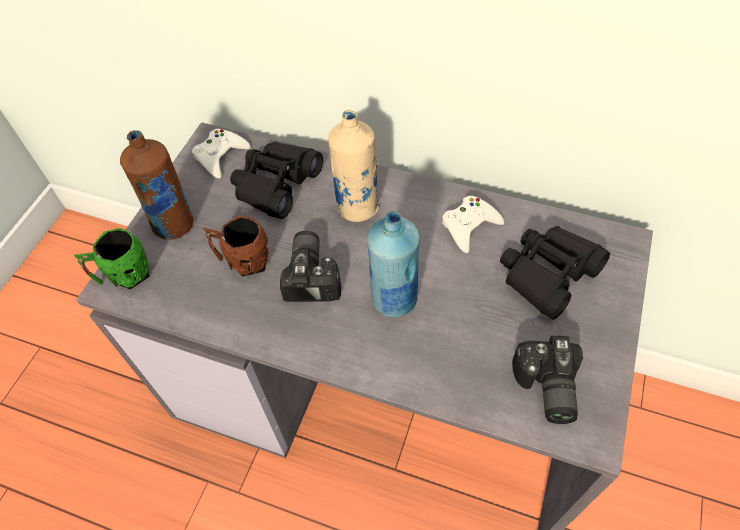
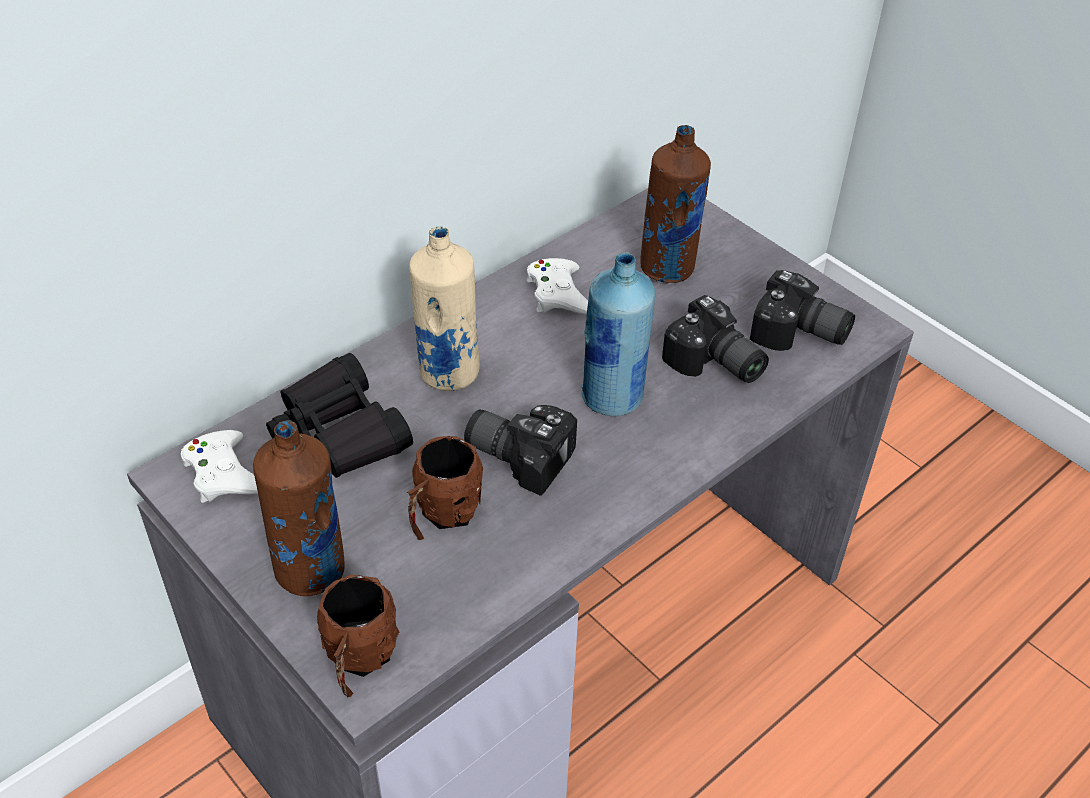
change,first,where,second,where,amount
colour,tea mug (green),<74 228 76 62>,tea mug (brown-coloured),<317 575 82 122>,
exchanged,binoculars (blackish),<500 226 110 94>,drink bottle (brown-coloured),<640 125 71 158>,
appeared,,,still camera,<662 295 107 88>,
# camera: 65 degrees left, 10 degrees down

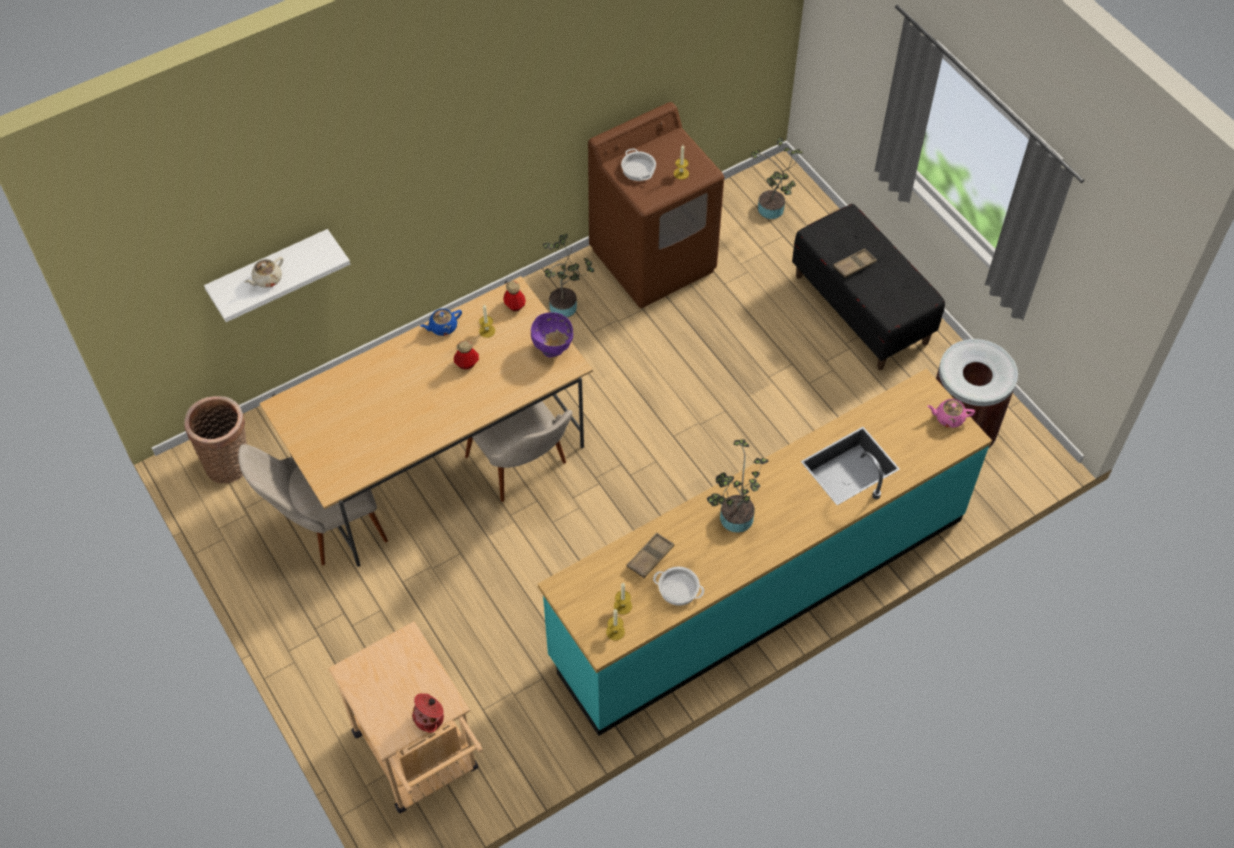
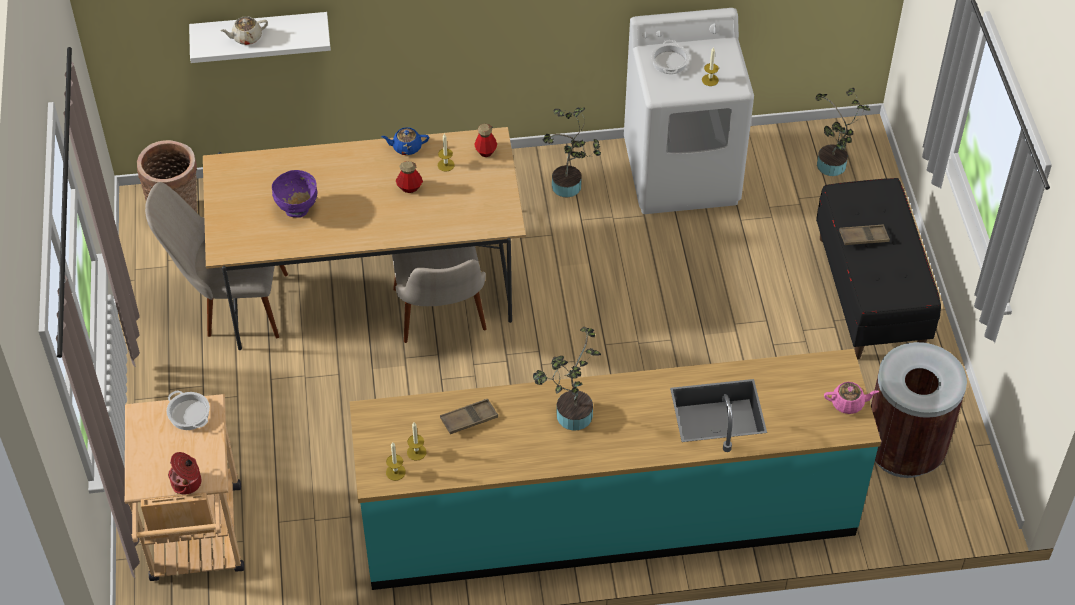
change,first,where,second,where,amount
relocated,bowl (purple-coloured),<531 312 43 45>,,<272 170 46 48>,
colour,washing machine (brown-coloured),<588 102 136 206>,washing machine (whitish),<624 8 130 206>,
relocated,stockpot,<653 567 51 39>,,<167 390 43 40>,
spun,teapot (pinkish),<927 399 48 29>,,<824 382 55 32>,150 degrees clockwise
# camera: 25 degrees right, 5 degrees down

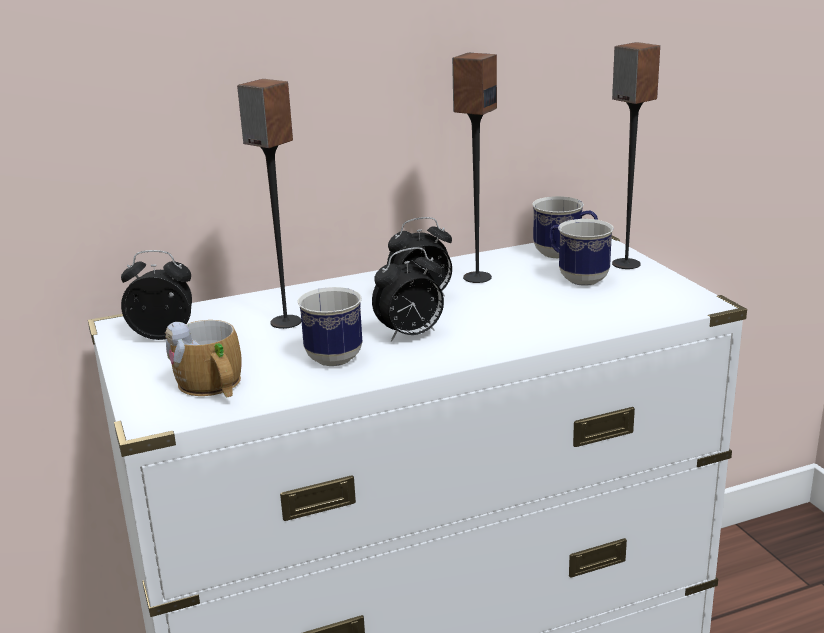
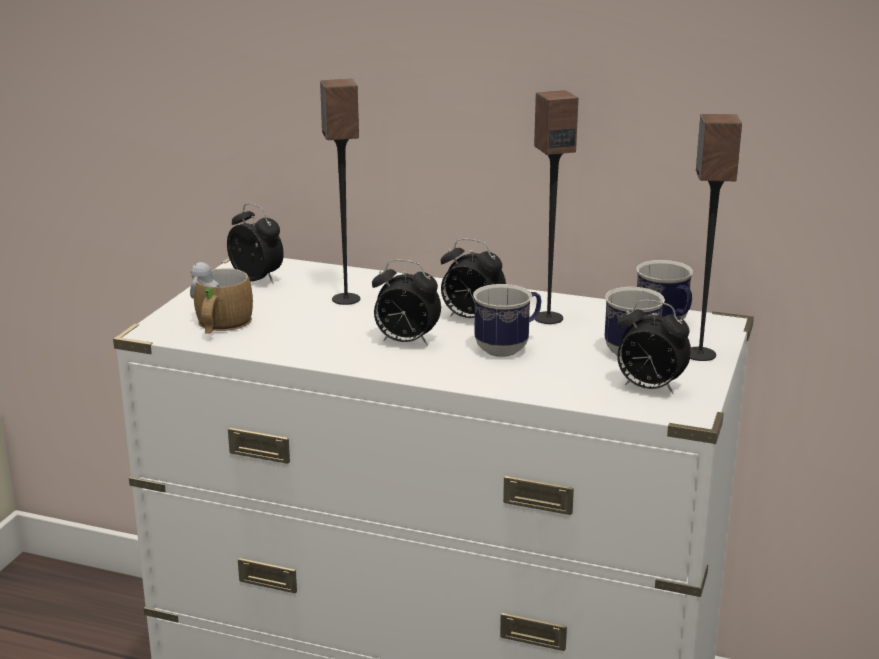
change,first,where,second,where,amount
relocated,tea mug,<298 287 64 79>,,<473 284 68 73>,
appeared,,,bedside clock,<617 300 74 94>,
# camera: 40 degrees right, 0 degrees up

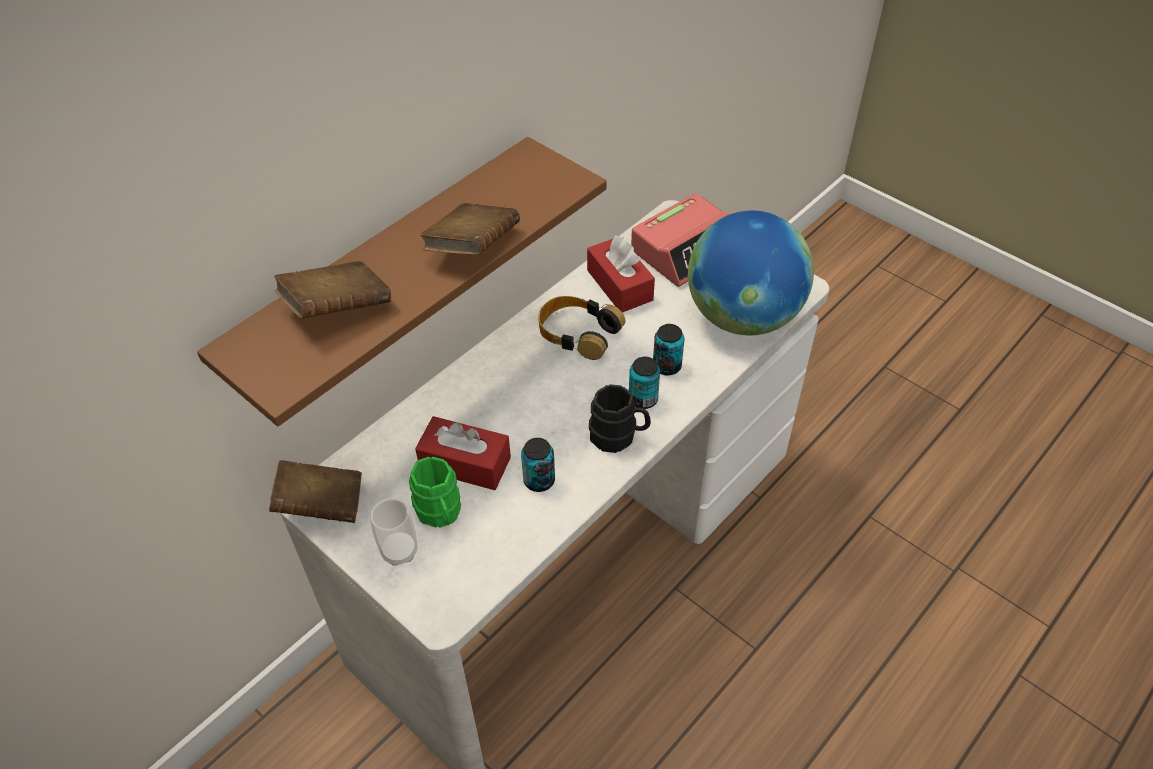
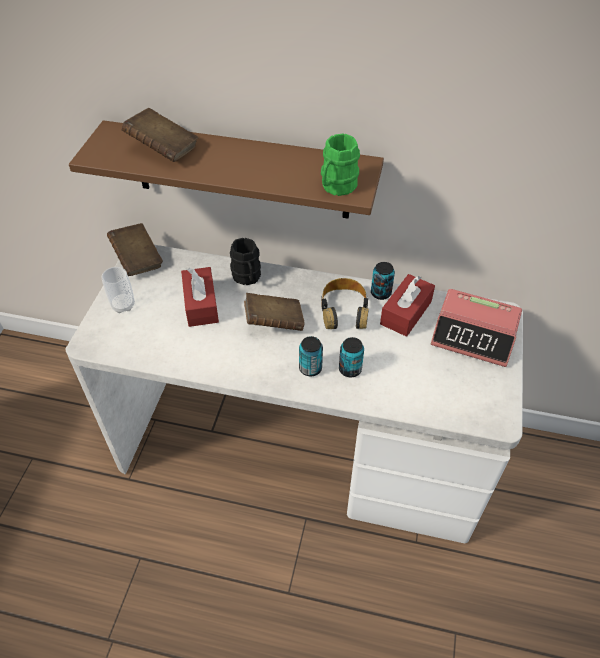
change,first,where,second,where,amount
relocated,tea mug (green),<409 457 52 70>,,<321 133 39 63>,
relocated,volume (brown-coloured),<420 203 100 52>,,<244 293 61 38>,
relocated,metal can,<521 438 34 54>,,<371 262 24 38>,
relocated,tea mug (blackish),<589 384 62 69>,,<230 238 31 47>,
missing,desk globe,<688 211 126 125>,,,
# camera: 60 degrees right, 0 degrees up

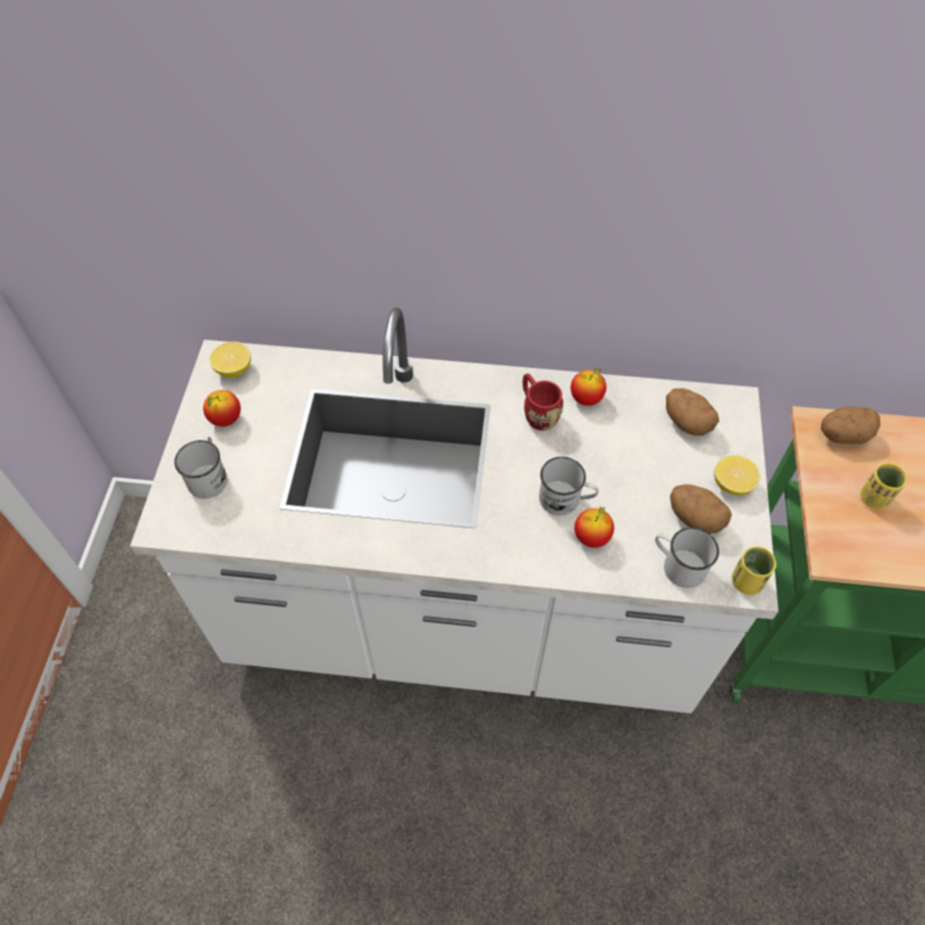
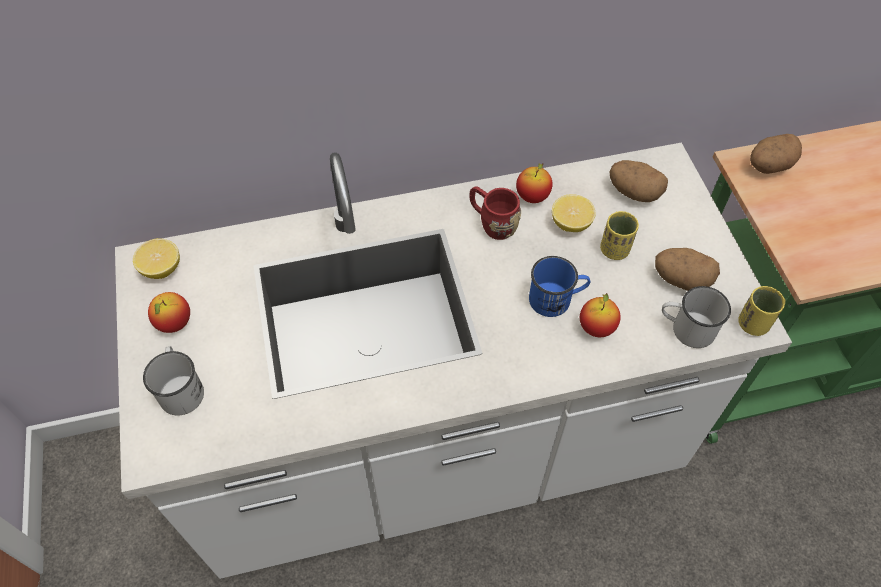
change,first,where,second,where,amount
colour,tea mug (whitish),<539 457 60 59>,tea mug (blue),<529 256 61 61>,
relocated,citrus fruit,<714 455 46 41>,,<552 194 43 38>,
relocated,cup (yellowish),<860 463 47 46>,,<600 211 39 49>,
# camera: 20 degrees left, 0 degrees up

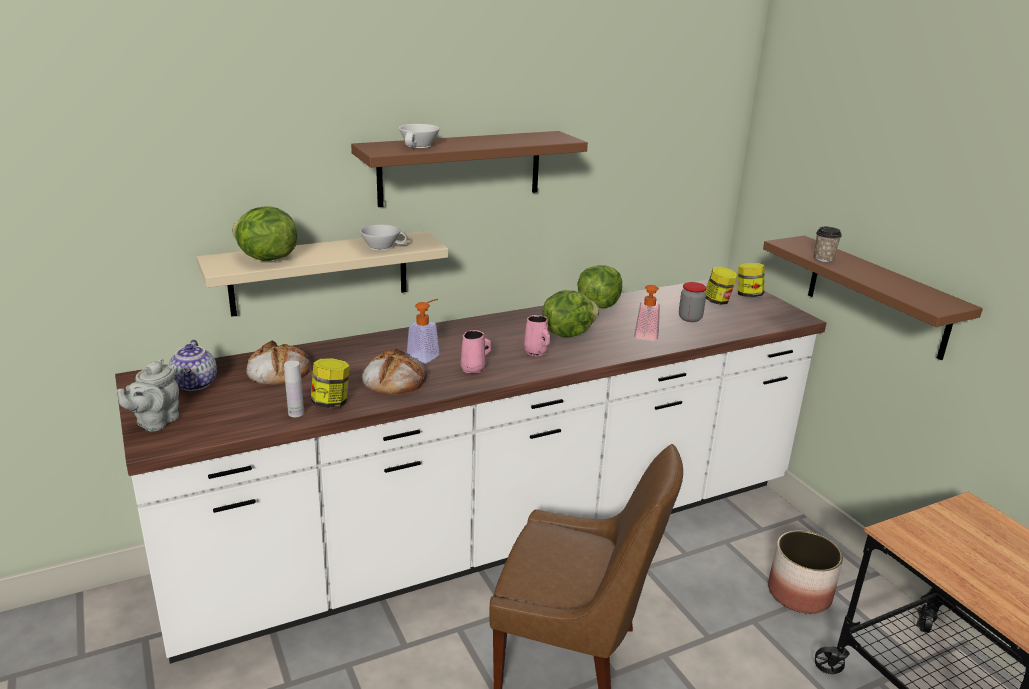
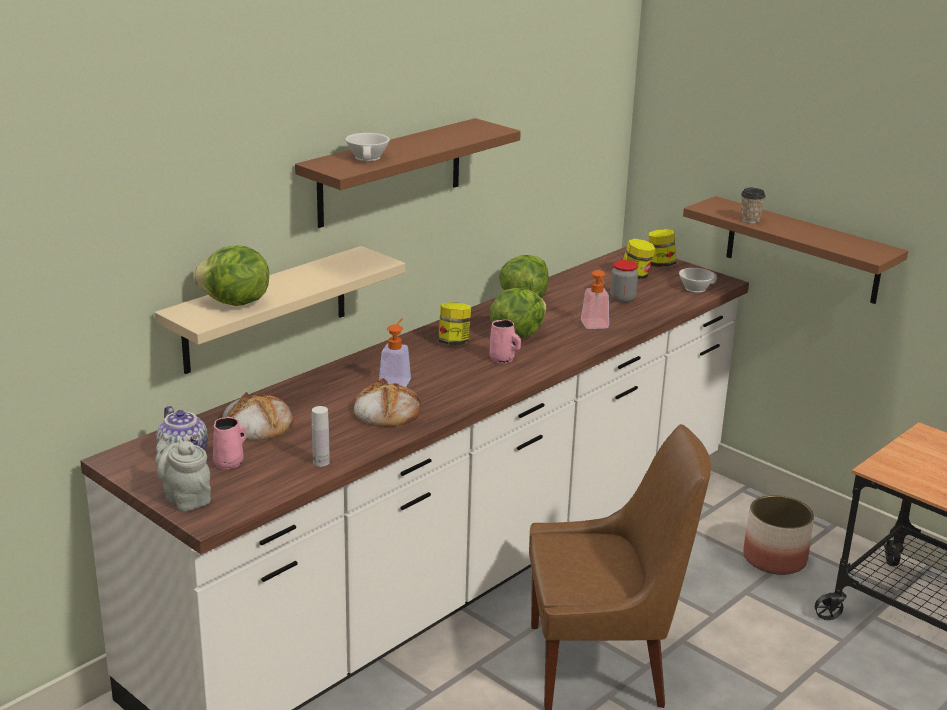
change,first,where,second,where,amount
spun,teapot (gray),<117 359 62 73>,,<155 434 56 77>,135 degrees clockwise
relocated,preserve jar,<311 358 39 50>,,<438 302 33 43>,
relocated,cup (whitish),<360 224 47 26>,,<679 268 38 25>,
relocated,tea mug (pinkish),<461 330 30 43>,,<213 417 33 53>,
# camera: 20 degrees left, 0 degrees up

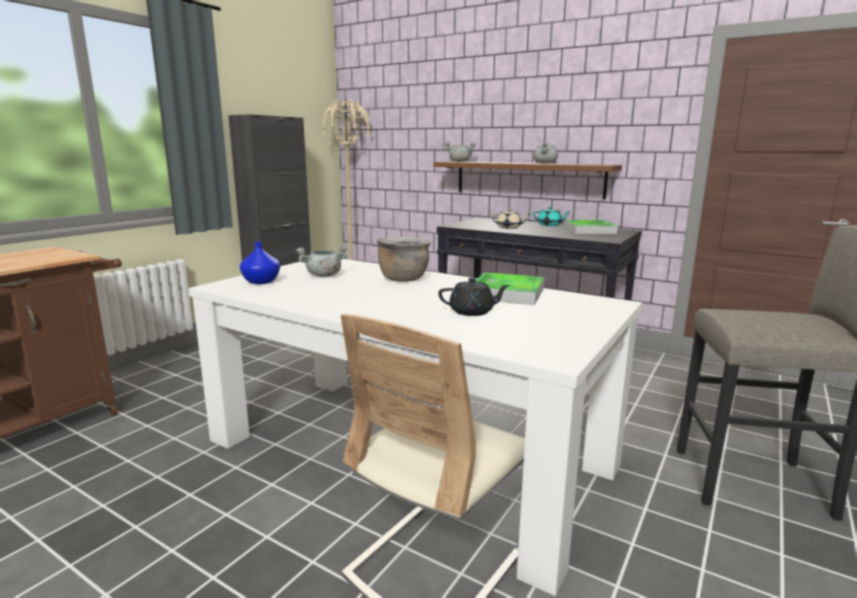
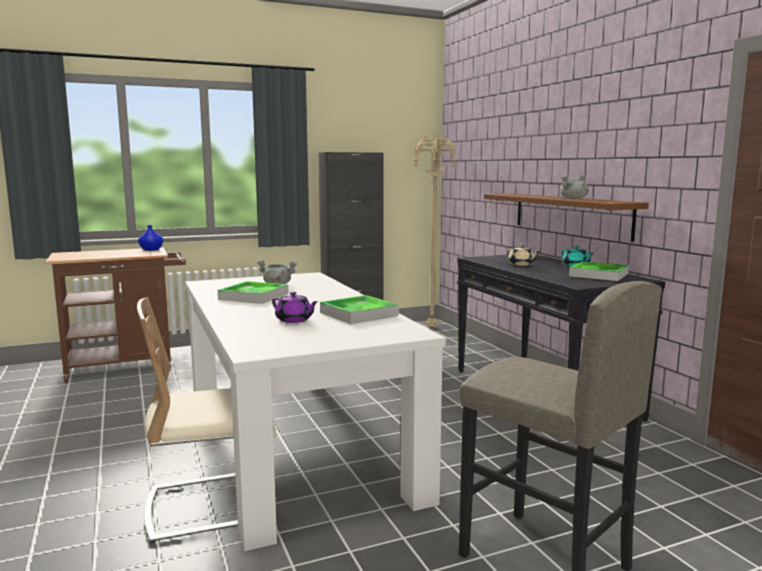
change,first,where,second,where,amount
relocated,decorative vase (blue),<240 242 40 42>,,<138 225 25 26>,
missing,stockpot (brown-coloured),<377 237 54 45>,,,
colour,teapot (blackish),<438 278 72 38>,teapot (purple-coloured),<272 292 46 31>,
missing,stockpot (gray),<444 142 32 20>,,,
appeared,,,tray,<218 281 70 23>,
# camera: 35 degrees right, 5 degrees down

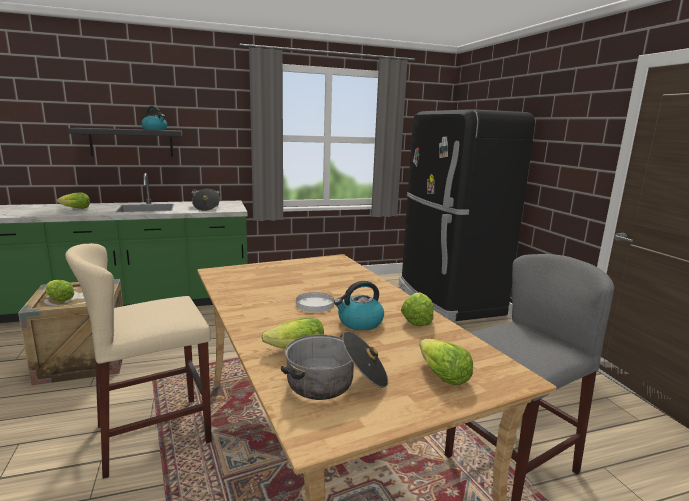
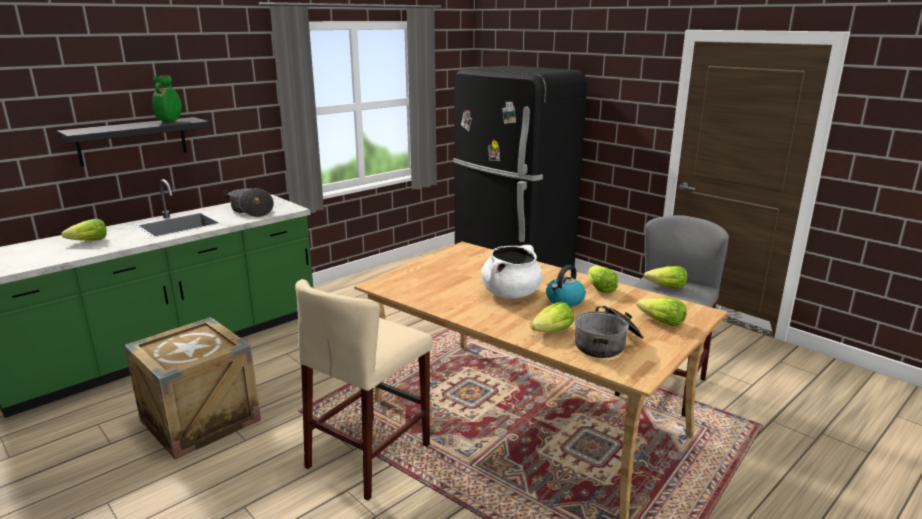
change,first,where,second,where,amount
relocated,lettuce head,<46 280 28 21>,,<644 266 43 23>,
exchanged,tea kettle,<141 106 26 24>,decorative vase (green),<152 75 30 47>,
exchanged,flat dish (whitish),<296 292 38 20>,stockpot (whitish),<481 245 62 54>,
# camera: 25 degrees left, 5 degrees up

